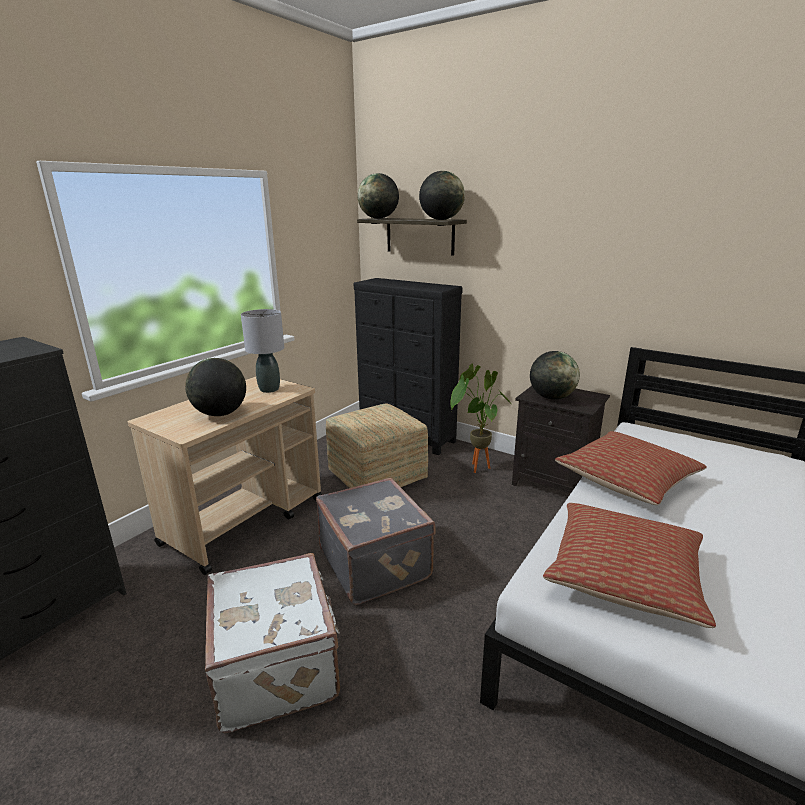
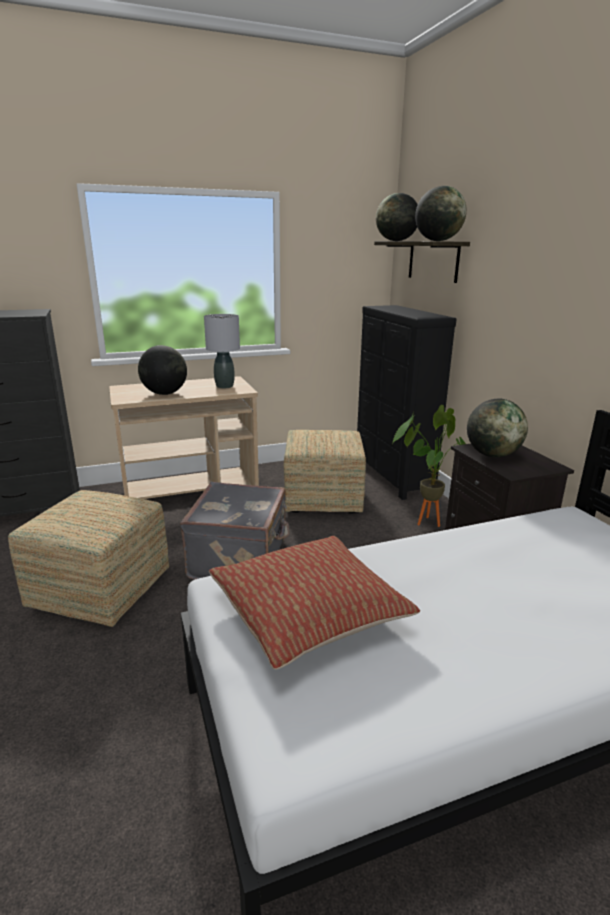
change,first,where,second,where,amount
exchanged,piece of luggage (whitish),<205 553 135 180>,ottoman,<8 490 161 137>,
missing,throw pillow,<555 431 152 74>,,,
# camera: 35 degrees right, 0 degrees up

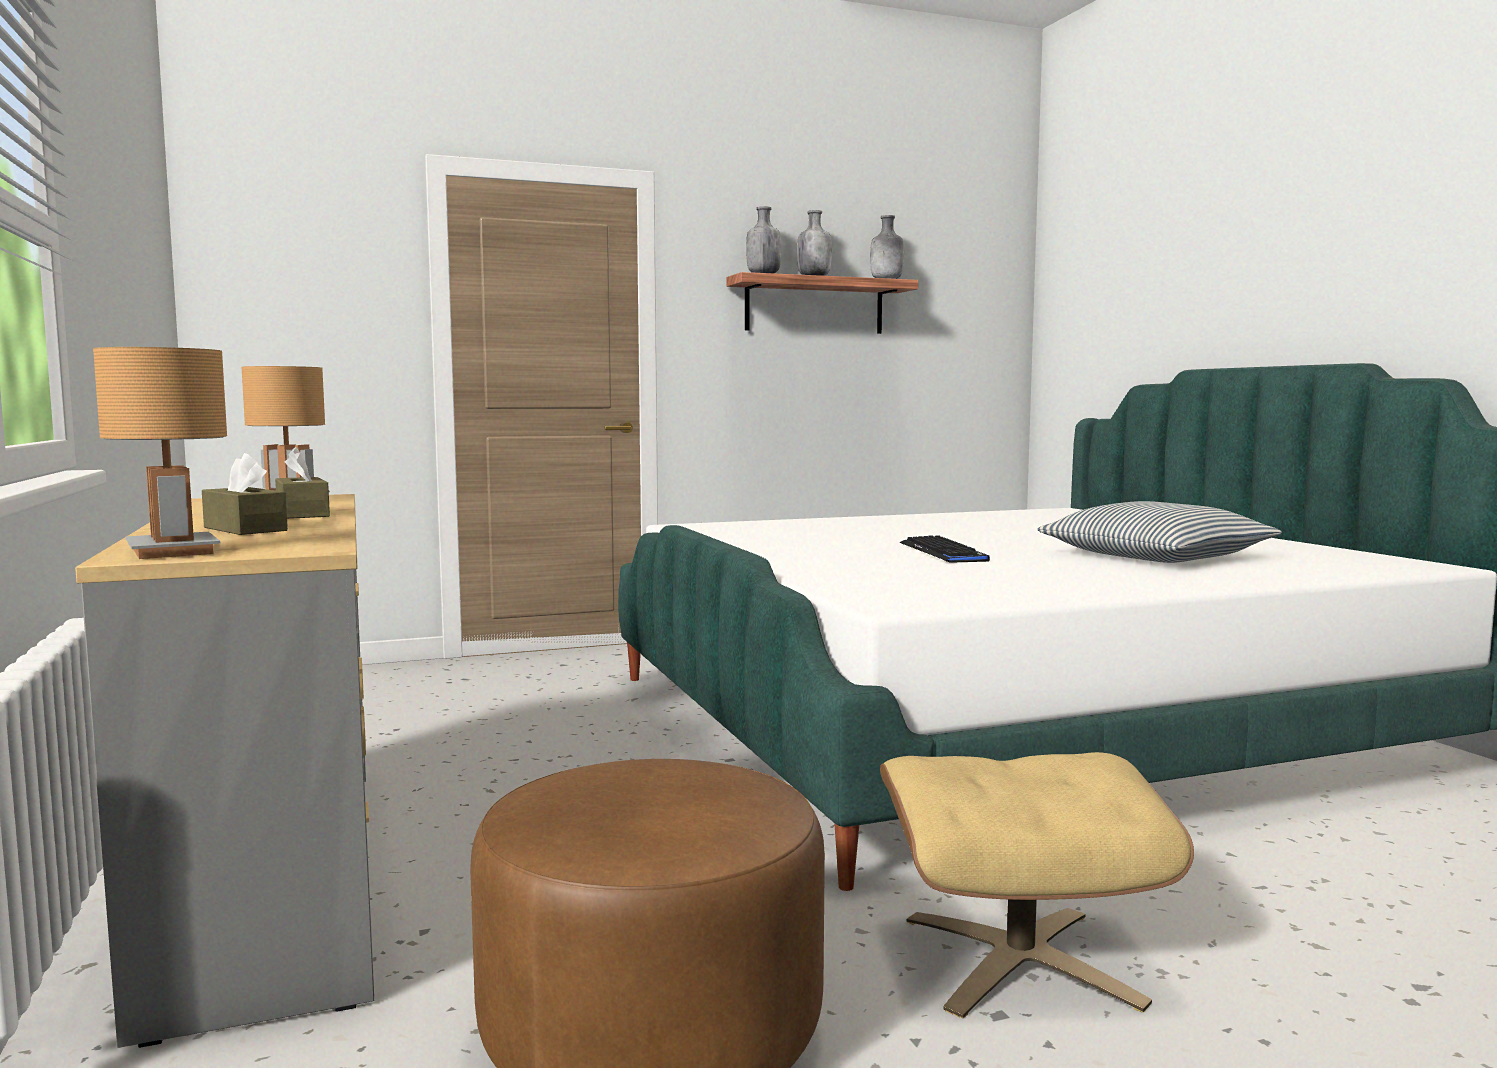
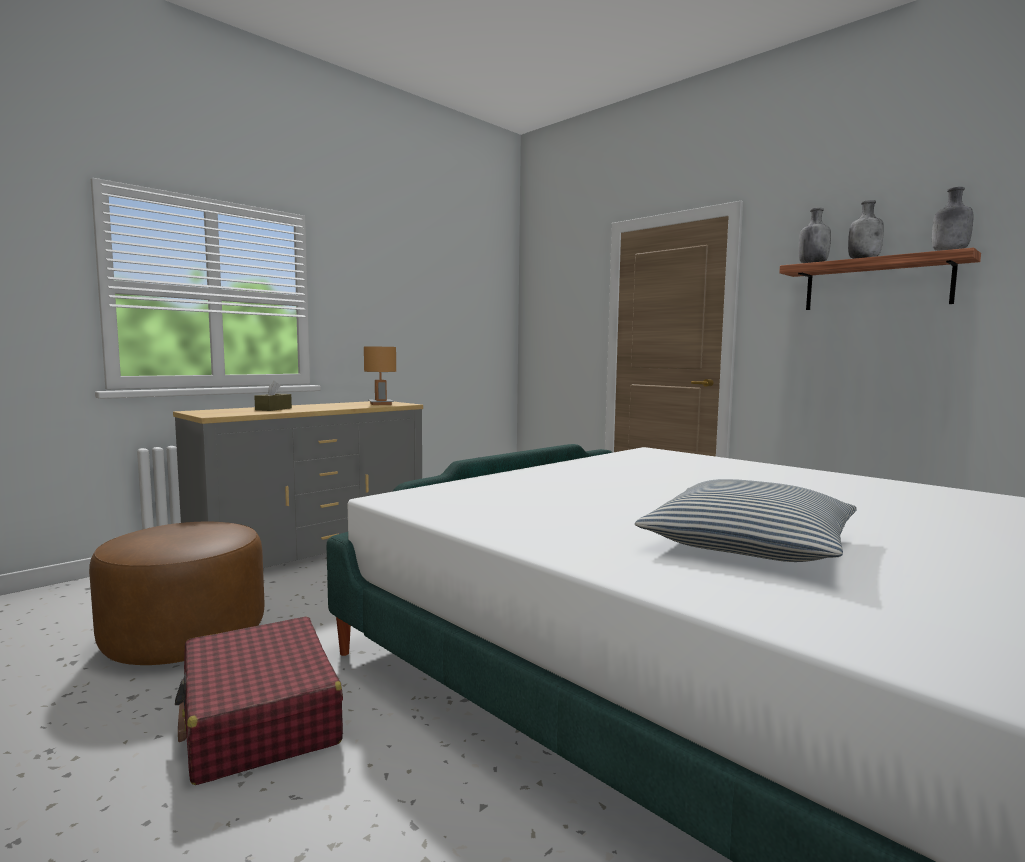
change,first,where,second,where,amount
missing,lamp for a table (brown-coloured),<93 347 134 212>,,,
missing,tissue holder (brown-coloured),<275 447 55 72>,,,
exchanged,ottoman (sand-coloured),<880 752 314 267>,piece of luggage (red),<175 617 168 168>,
missing,PC keyboard,<899 535 91 28>,,,
# camera: 65 degrees right, 0 degrees up

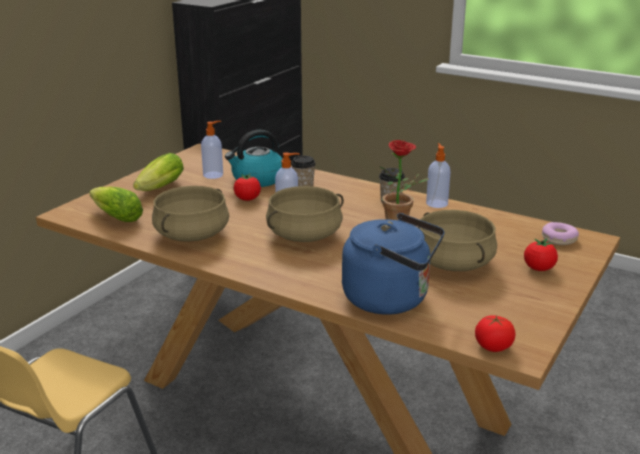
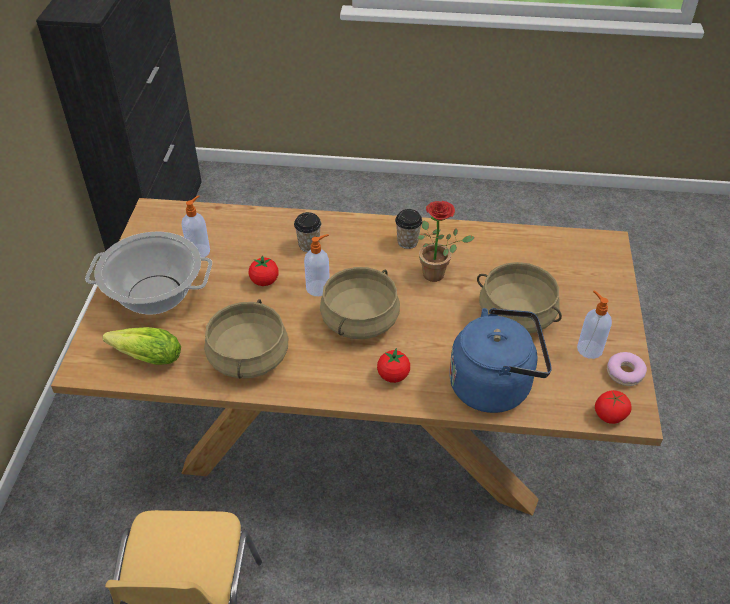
change,first,where,second,where,amount
exchanged,lettuce head,<133 153 51 38>,stockpot,<85 232 127 83>,
missing,tea kettle,<225 130 58 57>,,,
relocated,liquid soap bottle,<426 143 24 65>,,<577 290 35 69>,
relocated,fresh tomato,<524 239 34 32>,,<377 348 33 35>,
relocated,ring doughnut,<542 222 37 23>,,<607 352 40 34>,
# camera: 25 degrees left, 20 degrees up

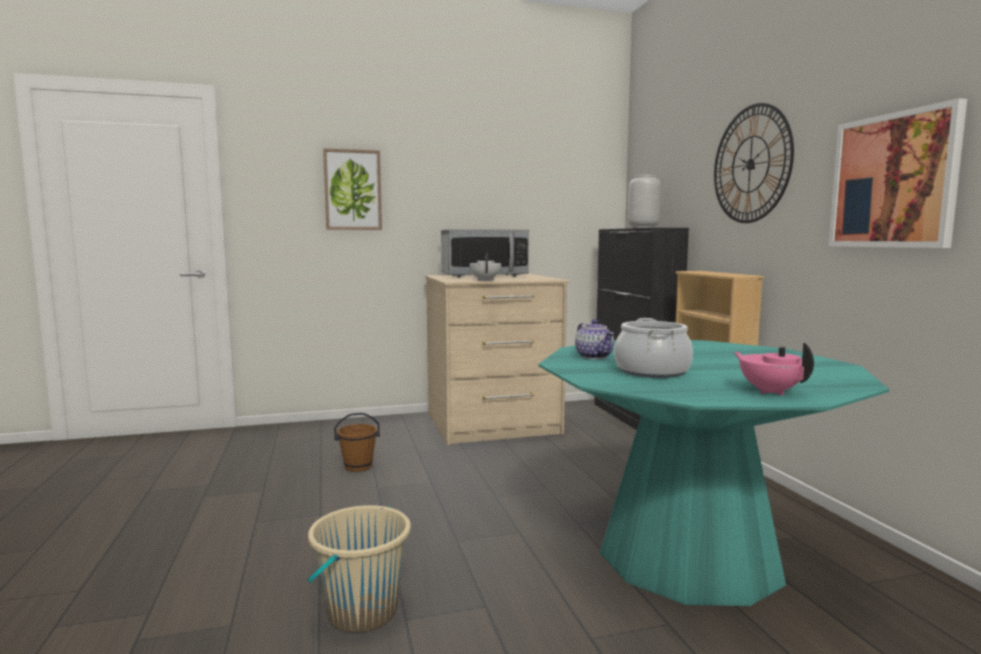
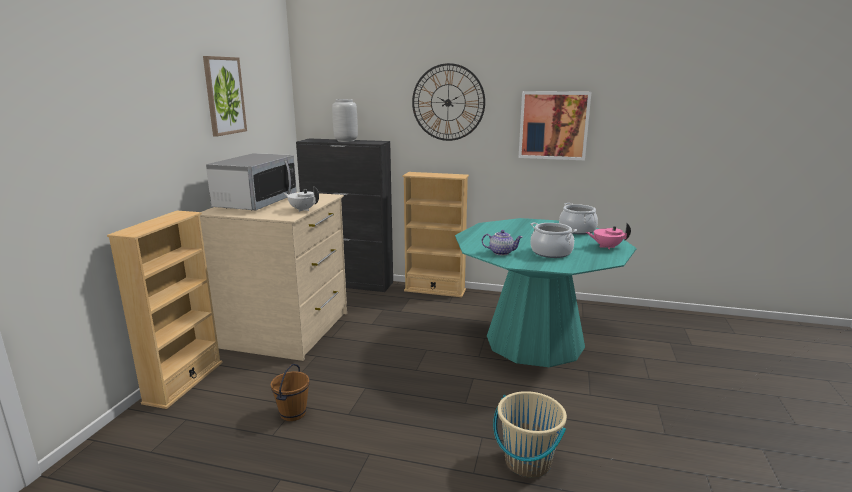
change,first,where,second,where,amount
relocated,picture,<323 148 59 82>,,<203 56 44 81>,
appeared,,,bookshelf (sand-coloured),<107 211 116 198>,
appeared,,,stockpot,<559 203 39 32>,
# camera: 60 degrees left, 10 degrees up

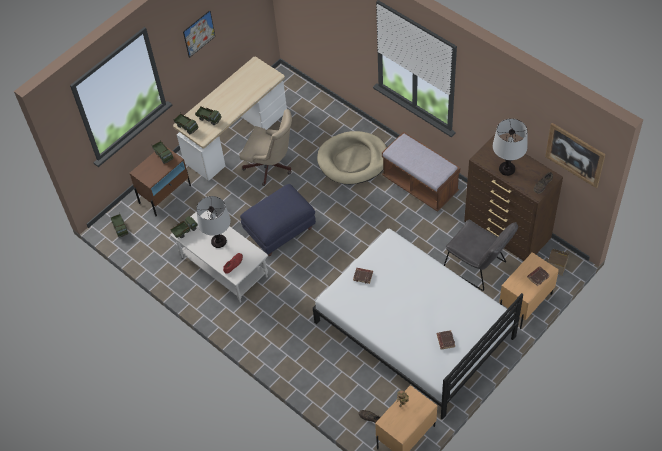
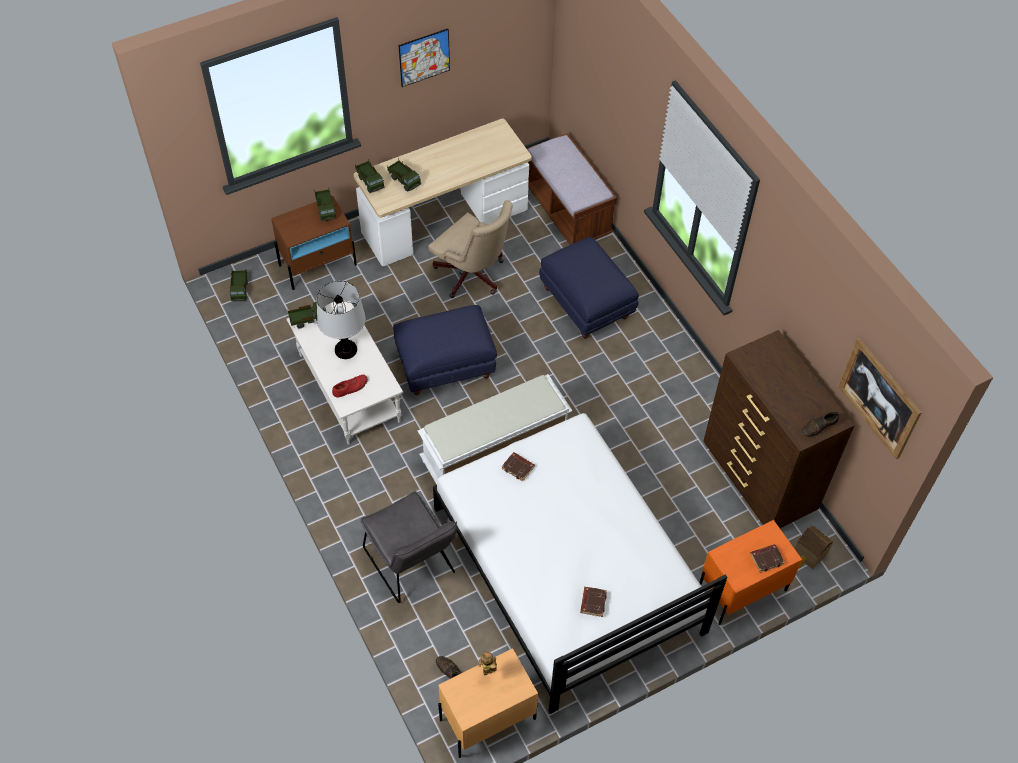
change,first,where,second,where,amount
exchanged,dog bed (sand-coloured),<317 131 70 53>,ottoman (blue),<539 236 100 103>,
relocated,indoor bench (brown-coloured),<382 132 78 80>,,<527 133 90 112>,
relocated,plain chair (gray),<444 220 74 71>,,<361 491 96 112>,
missing,lamp for a table,<493 119 35 57>,,,
colour,nightstand (sand-coloured),<499 252 60 77>,nightstand (orange),<700 520 102 105>,
appeared,,,indoor bench (whitish),<418 374 154 110>,
# camera: 15 degrees right, 0 degrees up

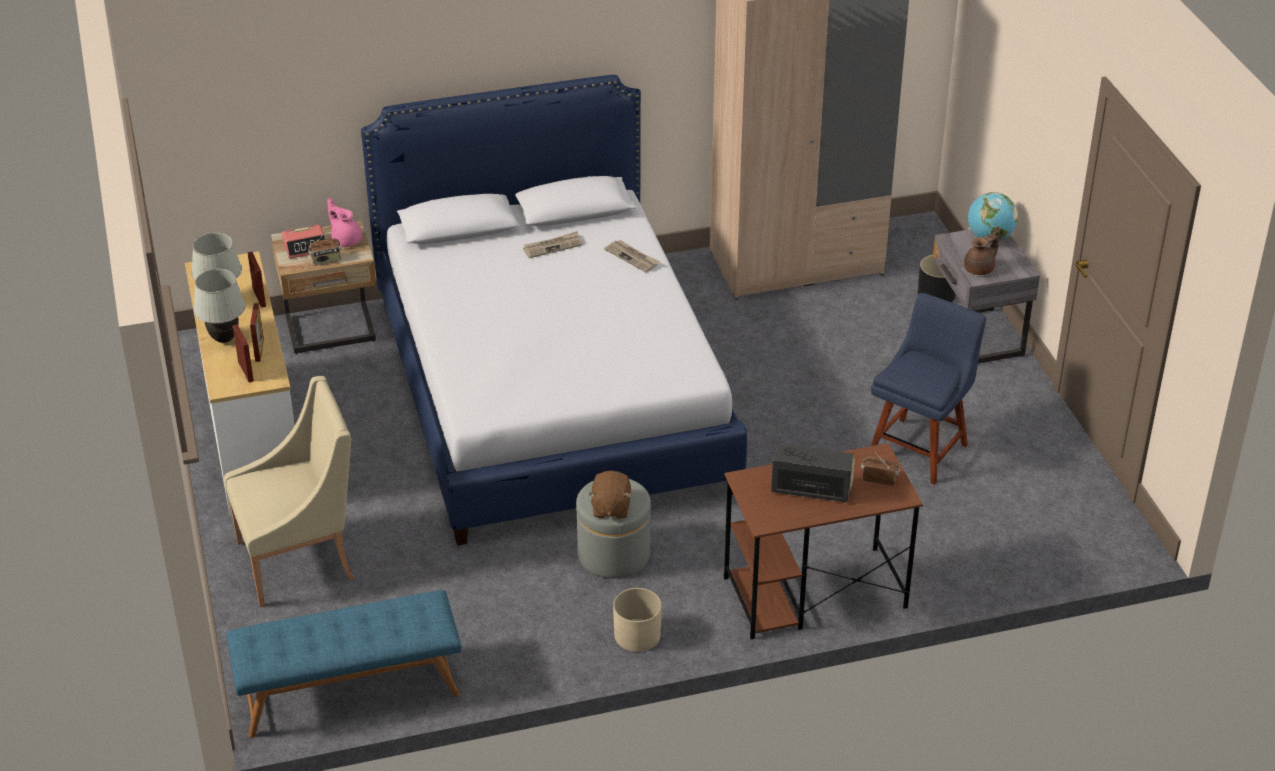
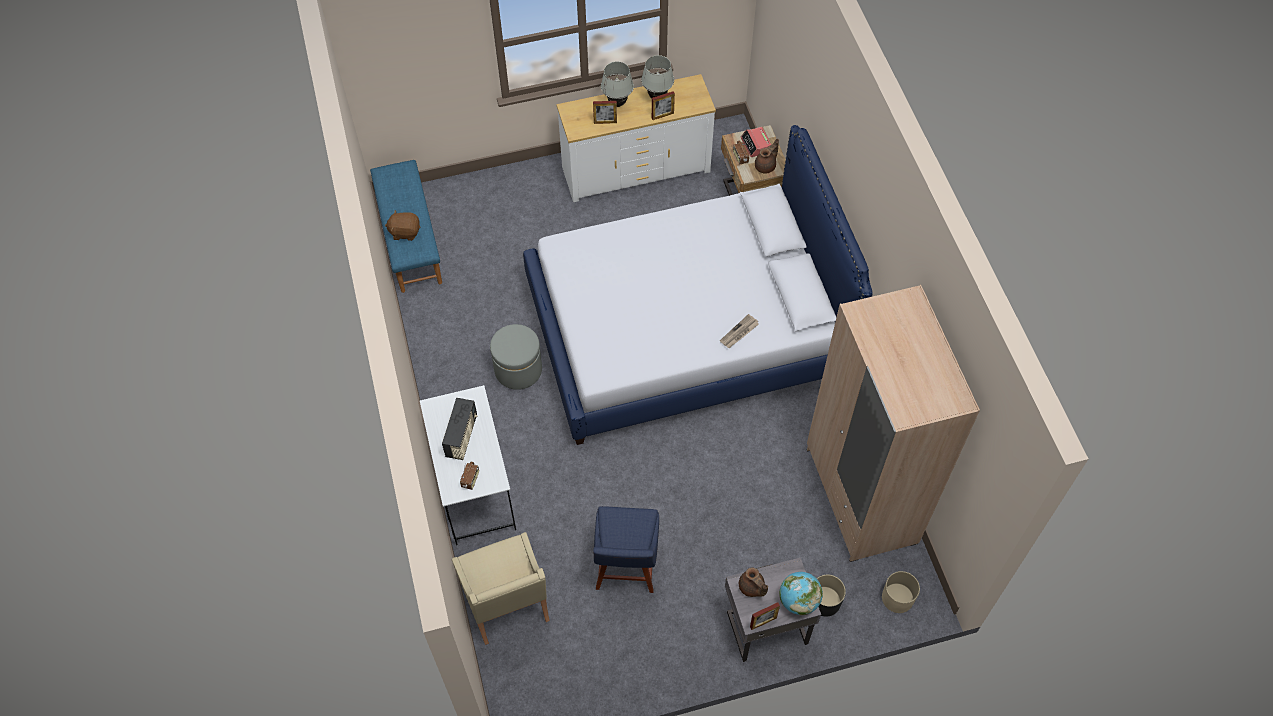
change,first,where,second,where,amount
relocated,armchair (sand-coloured),<224 376 131 231>,,<452 532 98 113>,
relocated,standing frame,<233 324 21 58>,,<750 602 30 28>,
colour,teapot (pinkish),<327 198 35 49>,teapot (brown-coloured),<755 139 24 34>,
missing,printed paper,<523 231 59 27>,,,
relocated,cuddly toy (brown-coloured),<588 471 44 48>,,<385 210 35 31>,
relocated,plant pot (sand-coloured),<613 588 49 64>,,<882 571 38 42>,
colour,desk table (brown-coloured),<724 443 199 196>,desk table (whitish),<420 385 96 160>,
spun,plain chair (blue),<871 293 115 192>,,<593 506 66 87>,60 degrees clockwise
# camera: 90 degrees right, 20 degrees up

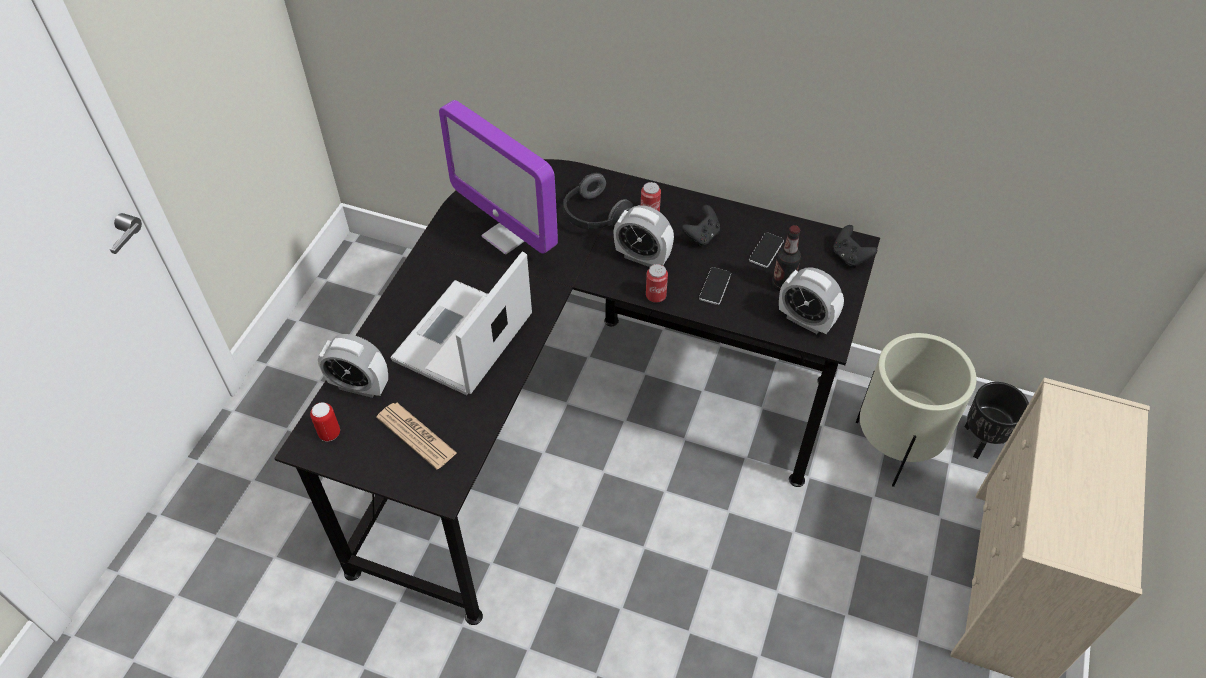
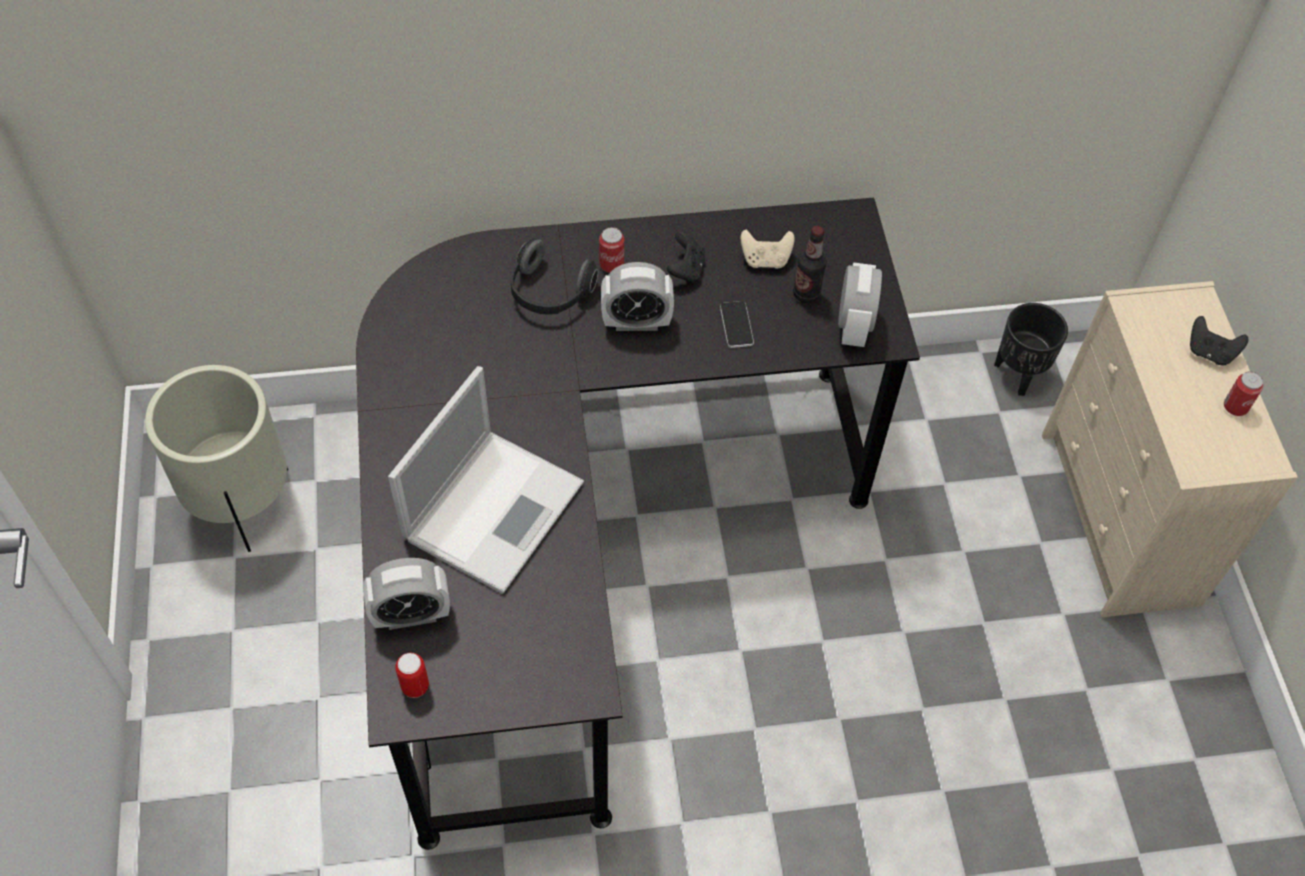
change,first,where,second,where,amount
missing,printed paper,<376 403 81 67>,,,
spun,laptop,<390 252 142 143>,,<388 366 196 228>,150 degrees counterclockwise
missing,computer screen,<439 100 119 155>,,,
relocated,metal can,<646 264 22 39>,,<1224 371 39 45>,
exchanged,handset,<749 233 35 35>,gamepad (sand-coloured),<741 230 54 39>,
spun,bedside clock,<779 267 65 67>,,<838 262 44 85>,90 degrees counterclockwise
relocated,gamepad (blackish),<833 225 44 43>,,<1190 316 59 49>,
relocated,plant pot (sand-coloured),<856 333 120 154>,,<145 365 143 187>,
# camera: 30 degrees left, 5 degrees up

